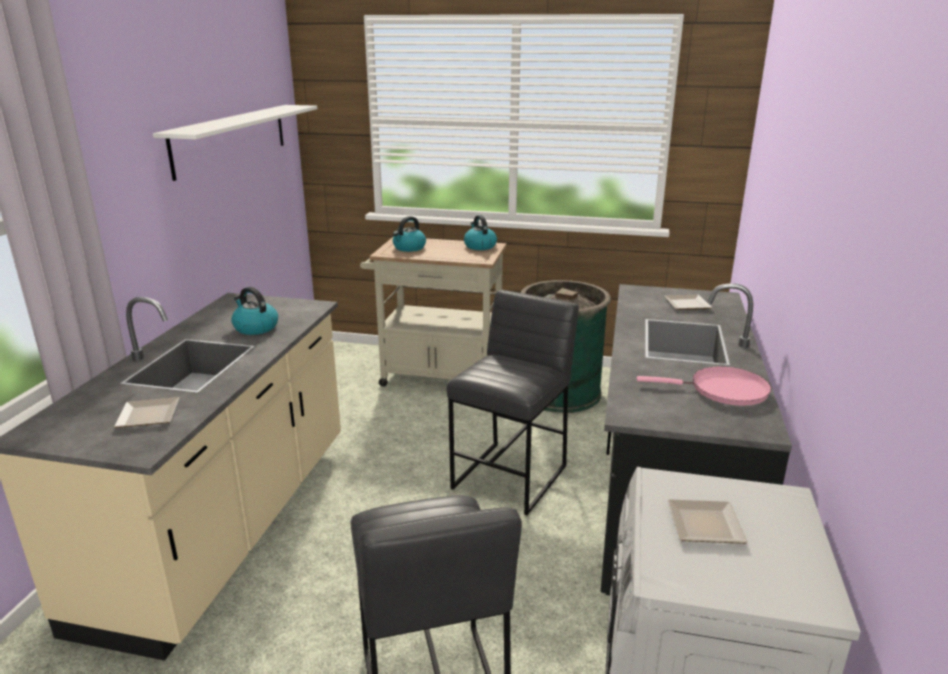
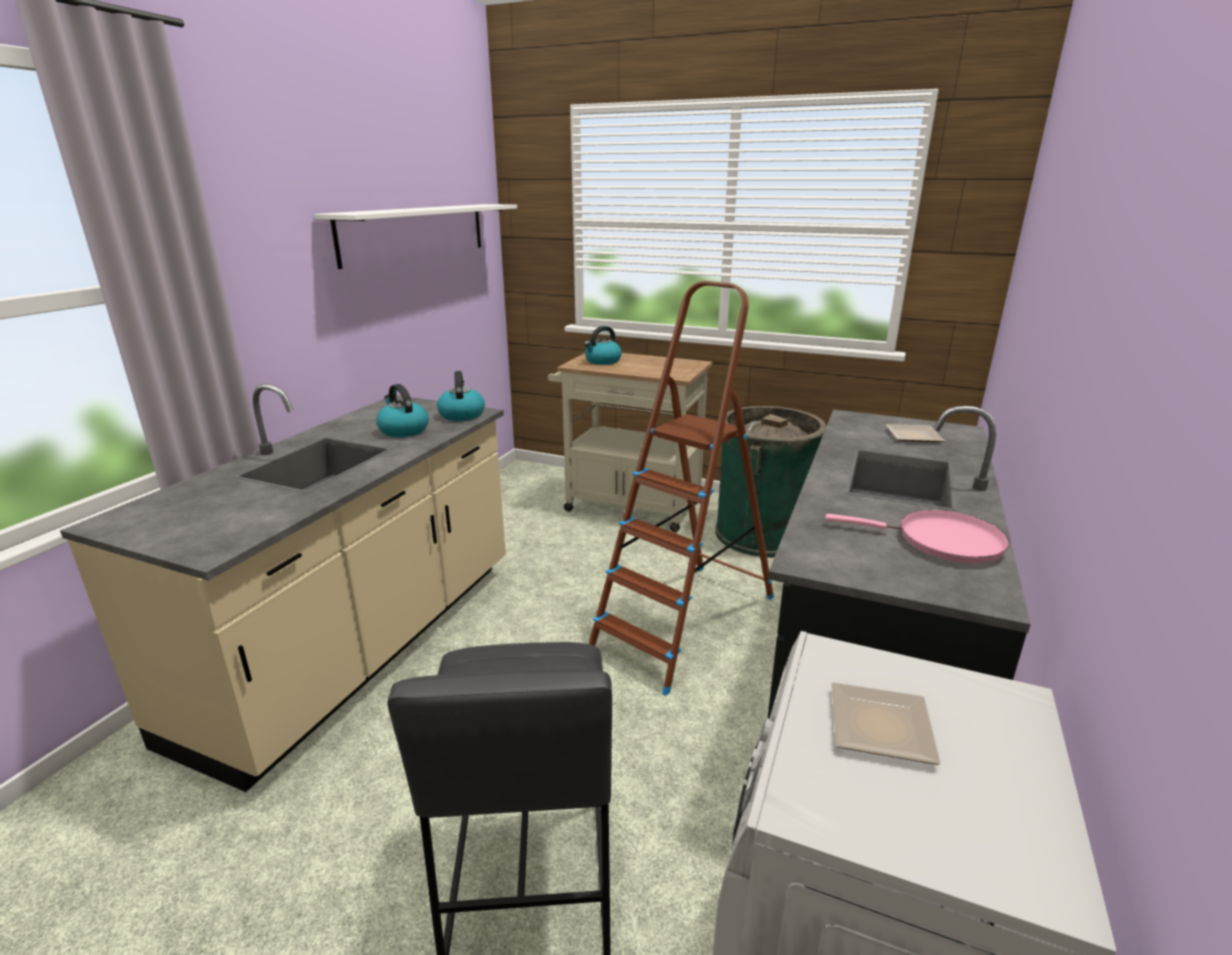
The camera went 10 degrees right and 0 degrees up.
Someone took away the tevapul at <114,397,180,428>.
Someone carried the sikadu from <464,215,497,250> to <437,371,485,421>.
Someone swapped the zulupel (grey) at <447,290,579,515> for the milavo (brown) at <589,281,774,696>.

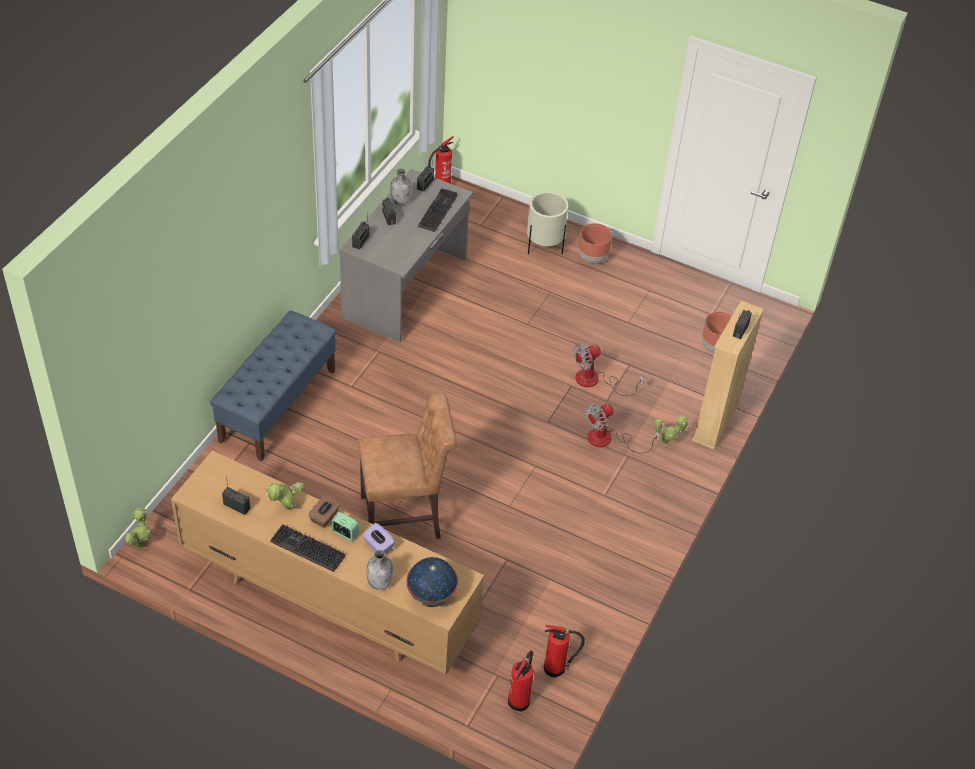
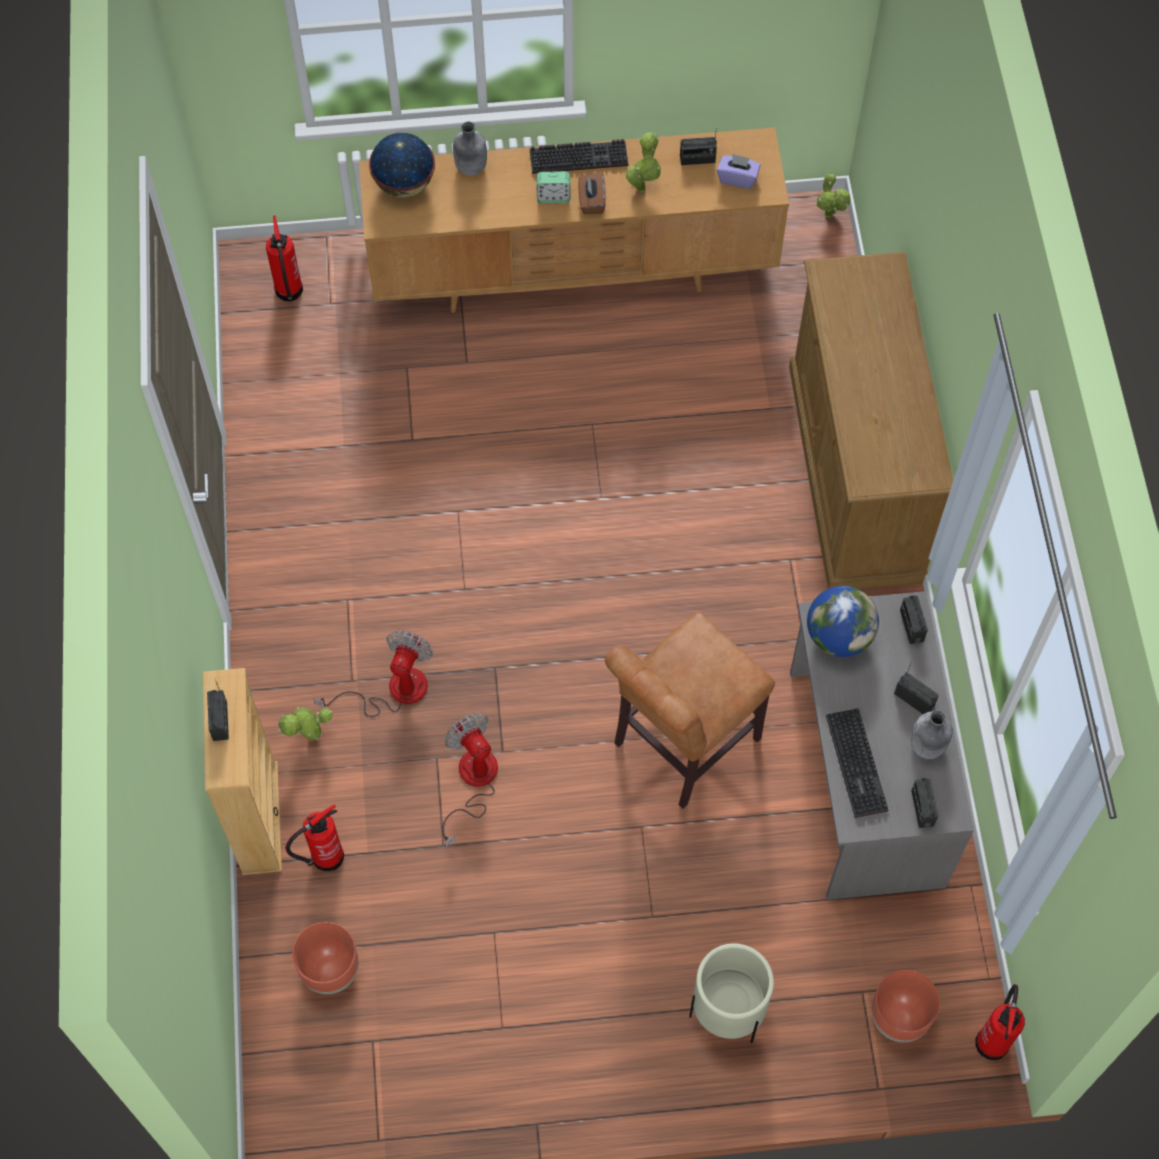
The camera went 150 degrees right and 15 degrees up.
Someone put down the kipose at <807,586,879,657>.
Someone carried the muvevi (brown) from <358,392,457,539> to <605,611,775,809>.
Someone carried the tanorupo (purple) from <362,523,395,554> to <717,154,761,189>.
Someone carried the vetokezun from <544,625,585,677> to <286,804,344,871>.
Someone carried the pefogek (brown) from <578,223,612,264> to <872,970,940,1042>.
Someone swapped the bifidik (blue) at <210,311,336,462> for the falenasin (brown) at <789,252,953,589>.
Someone rotated the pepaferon at <573,343,644,396> by 60 degrees counterclockwise.

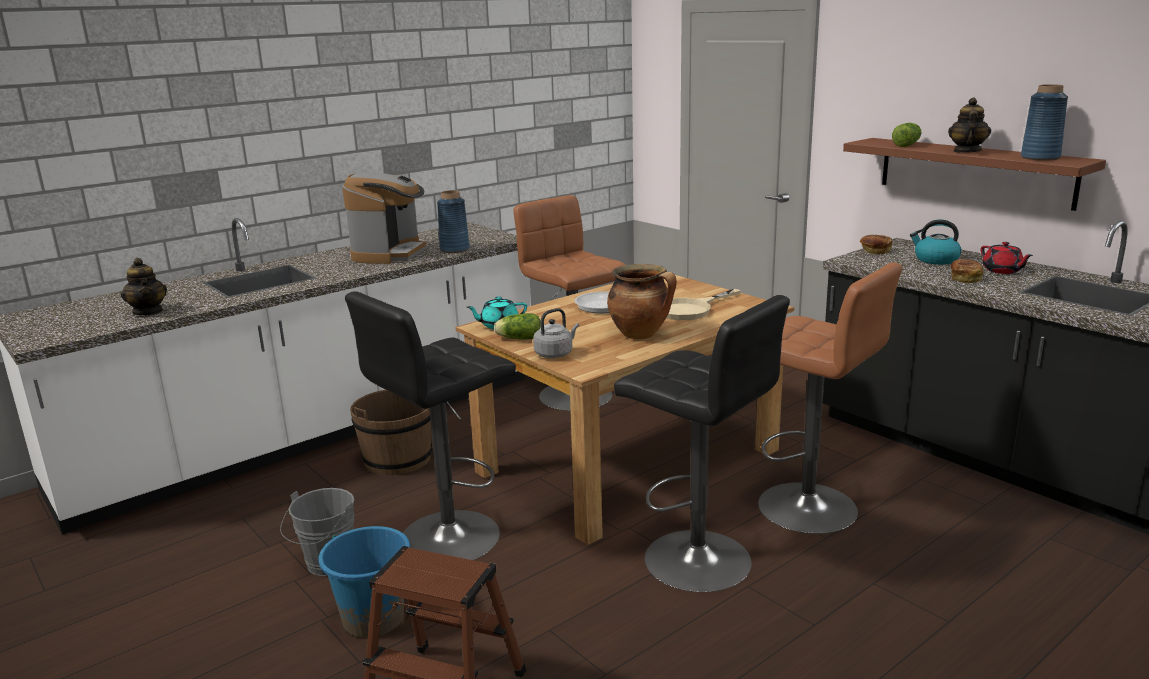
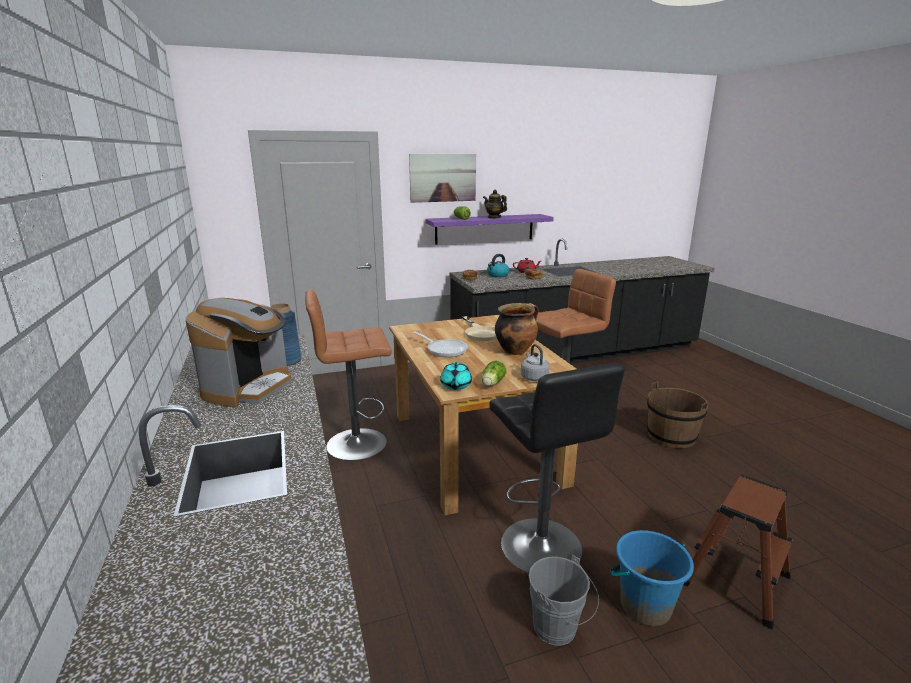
The camera went 70 degrees left and 0 degrees up.
Someone took away the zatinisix at <121,258,167,315>.
Someone took away the zulupel (black) at <614,295,790,592>.
Someone took away the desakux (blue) at <1021,84,1068,161>.
Someone put up the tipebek at <409,154,476,203>.
Someone carried the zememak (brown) from <350,390,432,475> to <647,381,709,448>.
Someone repainted the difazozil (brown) at <843,138,1106,211>, which became the difazozil (purple) at <425,214,554,245>.
Someone rotated the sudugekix at <342,172,426,264> by 75 degrees clockwise.

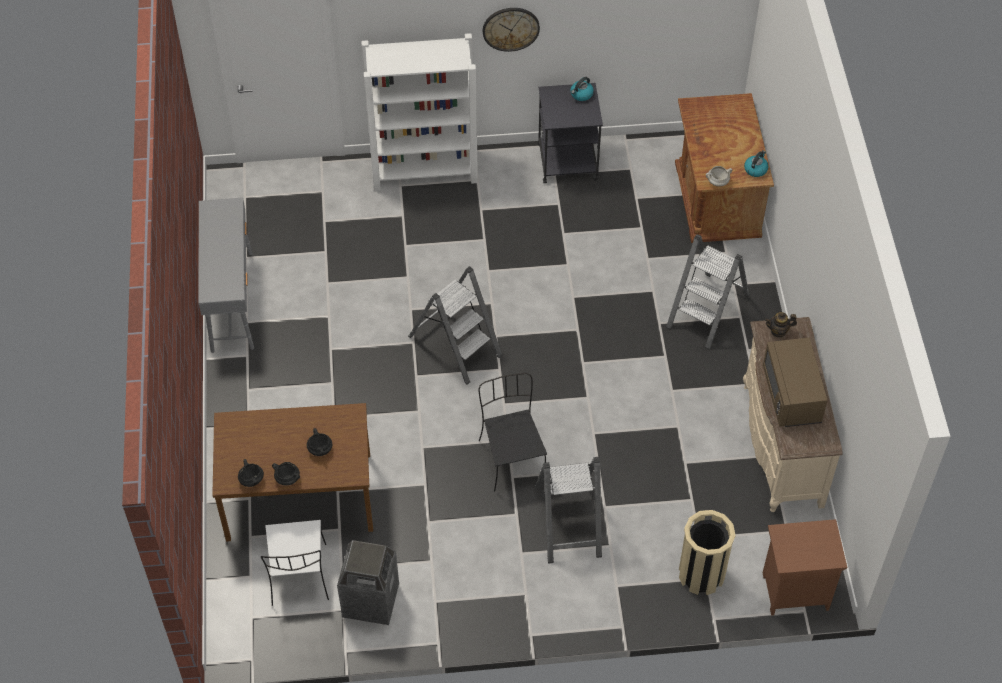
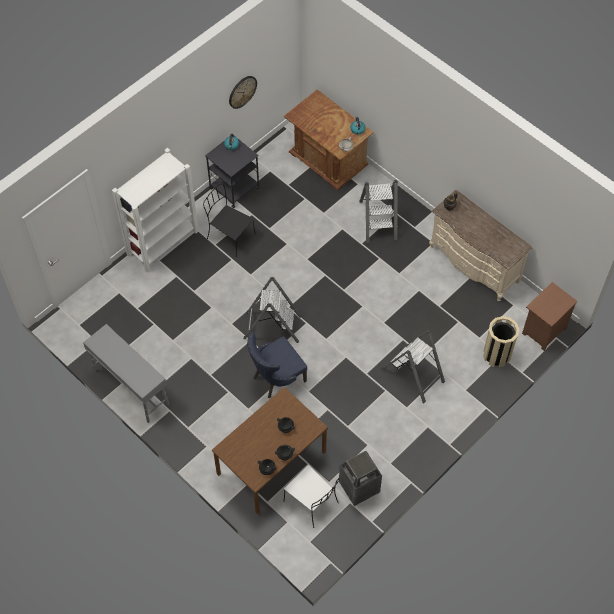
The camera went 40 degrees left and 5 degrees up.
Someone took away the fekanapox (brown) at <763,338,828,427>.
Someone put down the muvevi (blue) at <247,332,307,399>.
Someone carried the muvevi (black) from <478,373,547,492> to <203,184,256,257>.
Someone carried the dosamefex from <483,8,540,52> to <229,76,257,109>.

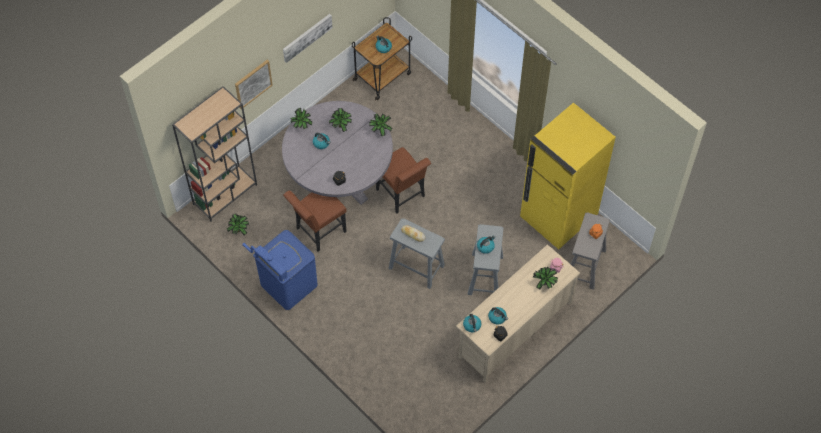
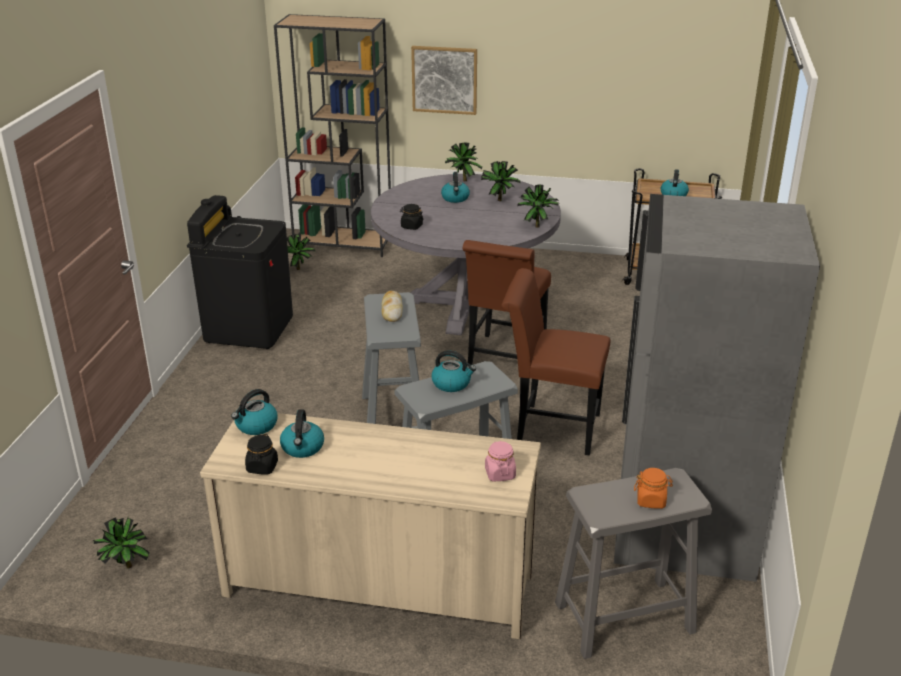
The camera went 55 degrees right and 30 degrees down.
Someone took away the tipebek at <283,14,333,63>.
Someone carried the muvevi (brown) from <283,190,347,252> to <501,268,610,455>.
Someone carried the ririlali from <533,266,558,290> to <93,517,150,568>.
Someone repainted the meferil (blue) at <242,230,318,310>, which became the meferil (black) at <187,195,293,349>.
Someone repainted the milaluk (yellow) at <520,103,616,249>, which became the milaluk (grey) at <614,194,820,582>.

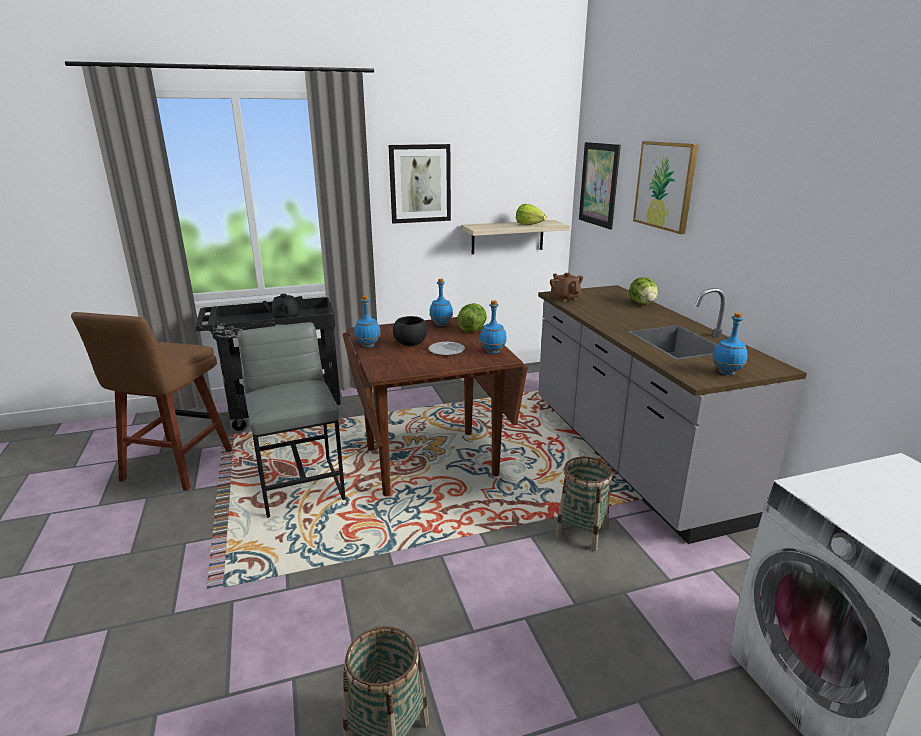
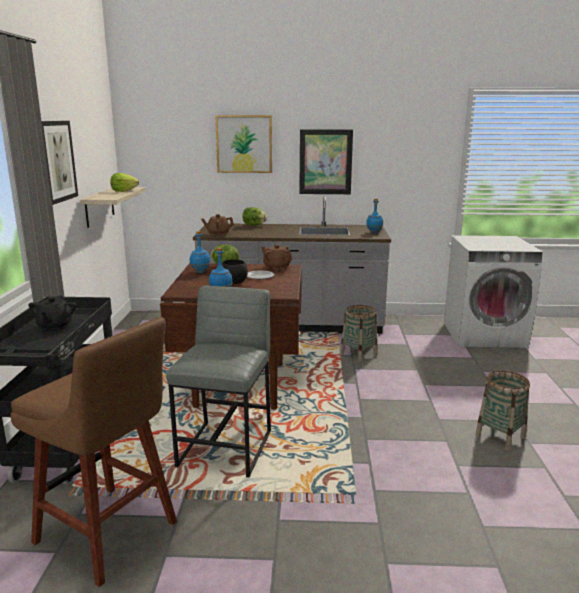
The camera went 70 degrees left and 5 degrees down.
Someone carried the tipebek from <579,142,621,230> to <299,129,353,194>.
Someone swapped the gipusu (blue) at <480,300,507,354> for the zatinisix (brown) at <261,244,292,271>.
Someone rotated the muvevi (grey) at <238,322,346,518> by 105 degrees clockwise.

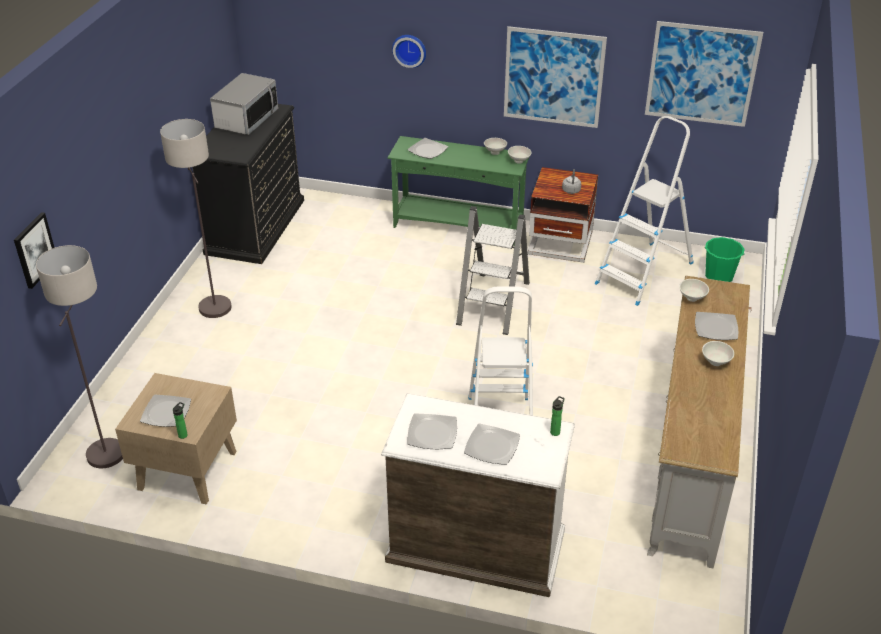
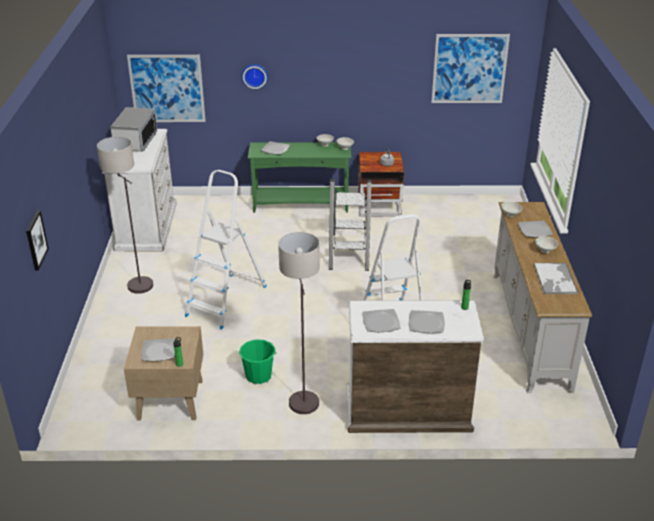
The camera went 15 degrees left and 5 degrees down.
Someone put down the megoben at <534,263,578,294>.
Someone carried the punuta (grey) from <36,245,123,468> to <278,232,320,414>.
Someone carried the tipebek from <504,26,607,128> to <127,55,206,122>.
Someone carried the milavo (white) from <595,116,694,306> to <185,170,267,330>.
Someone carried the zememak (green) from <704,237,745,282> to <239,339,276,384>.
Someone repainted the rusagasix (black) at <192,104,304,264>, which became the rusagasix (white) at <102,129,177,251>.

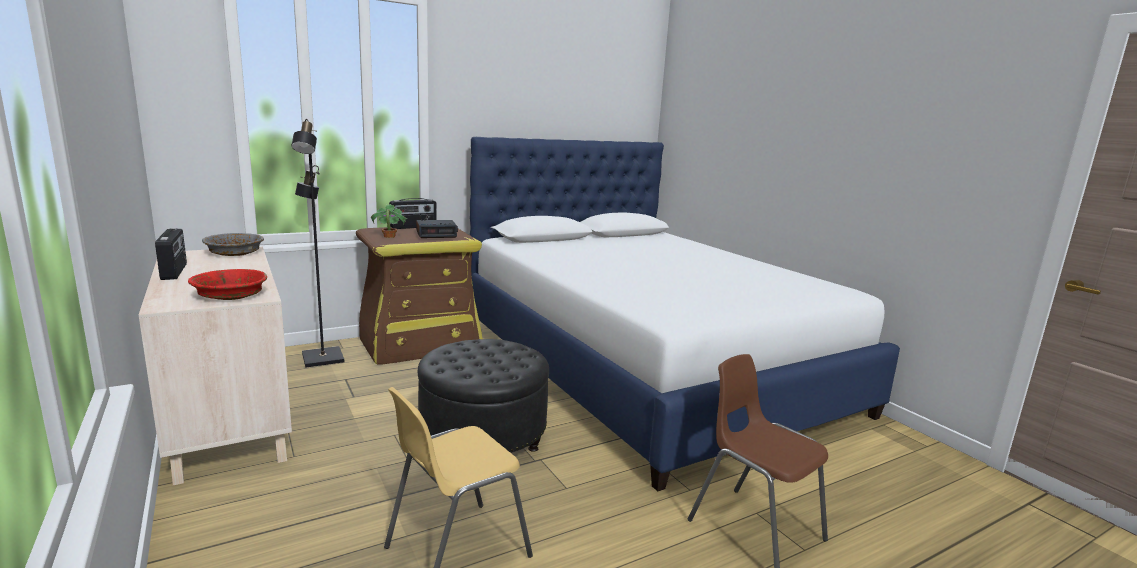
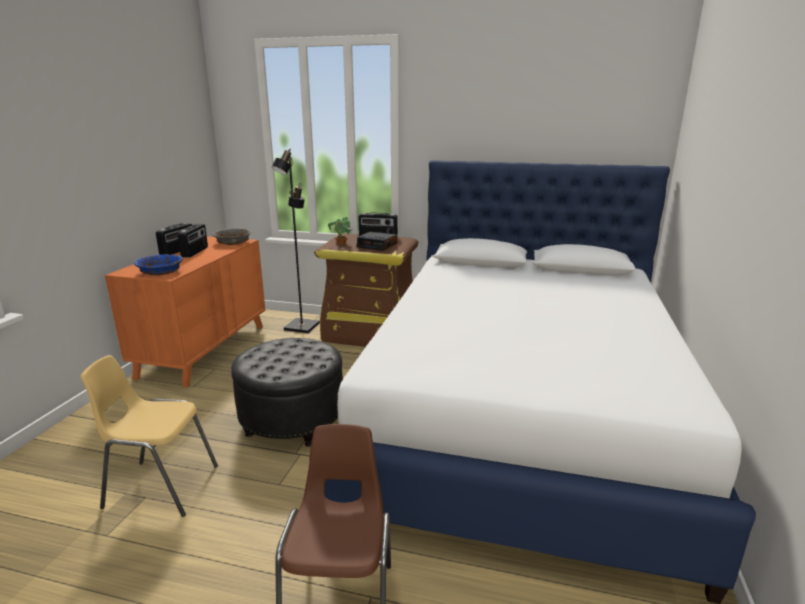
The camera went 45 degrees right and 5 degrees up.
Someone put down the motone at <178,224,208,258>.
Someone repainted the rusagasix (beige) at <139,247,292,485>, which became the rusagasix (orange) at <105,236,265,387>.
Someone repainted the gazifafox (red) at <188,269,267,300>, which became the gazifafox (blue) at <134,254,183,275>.

